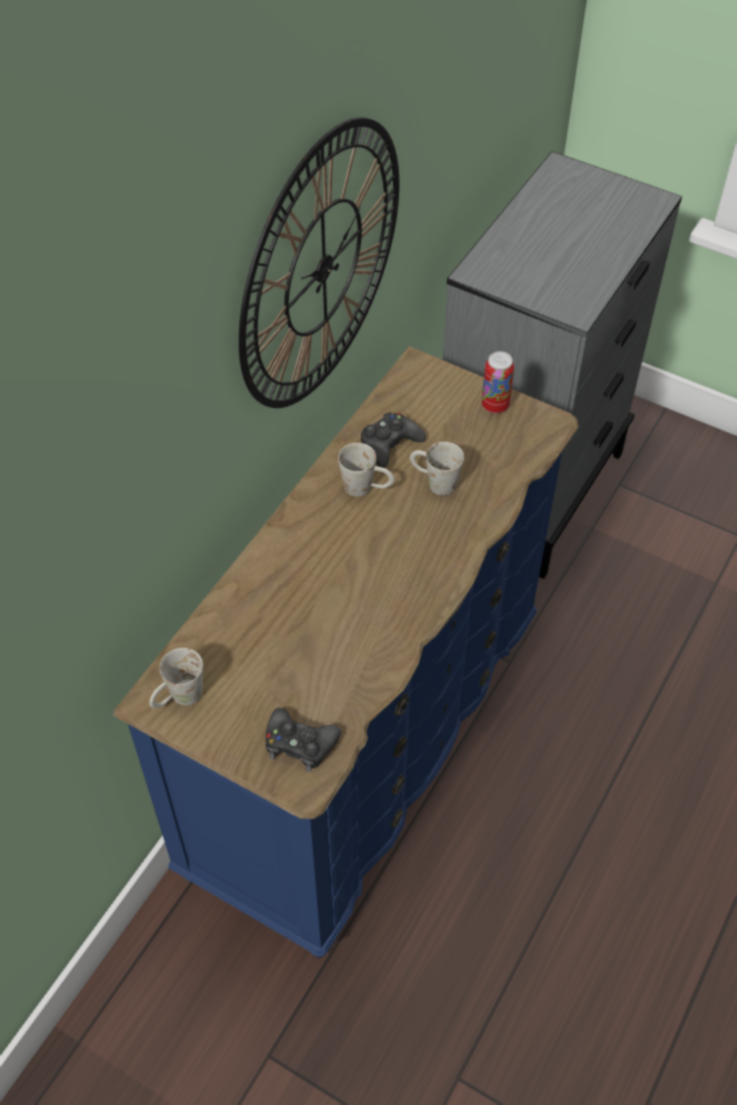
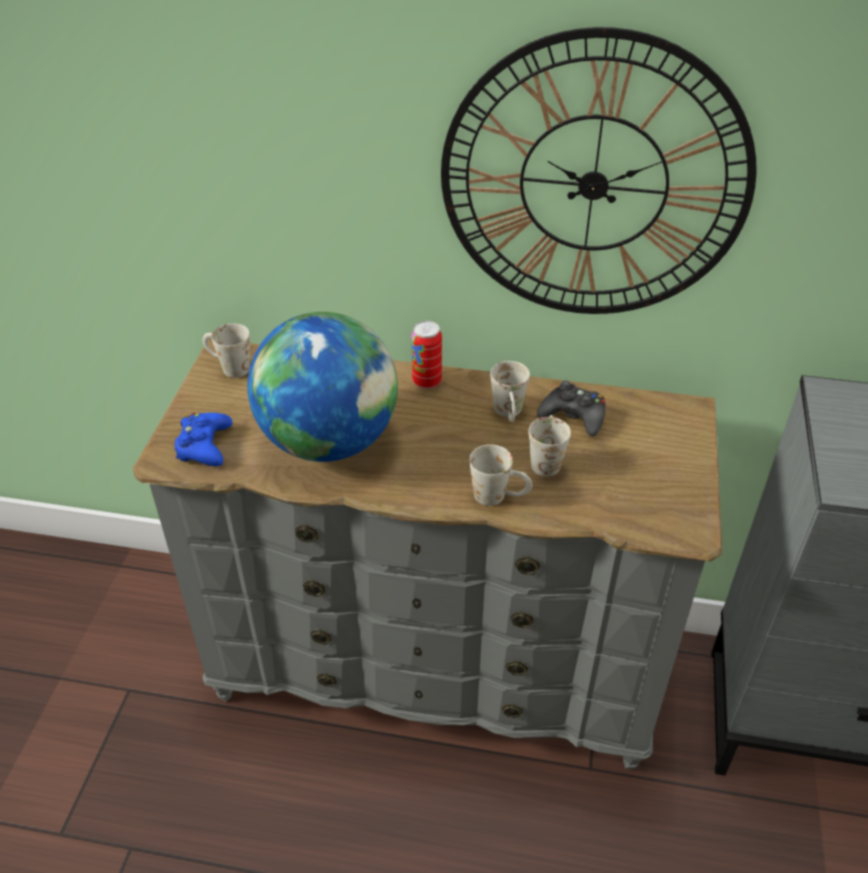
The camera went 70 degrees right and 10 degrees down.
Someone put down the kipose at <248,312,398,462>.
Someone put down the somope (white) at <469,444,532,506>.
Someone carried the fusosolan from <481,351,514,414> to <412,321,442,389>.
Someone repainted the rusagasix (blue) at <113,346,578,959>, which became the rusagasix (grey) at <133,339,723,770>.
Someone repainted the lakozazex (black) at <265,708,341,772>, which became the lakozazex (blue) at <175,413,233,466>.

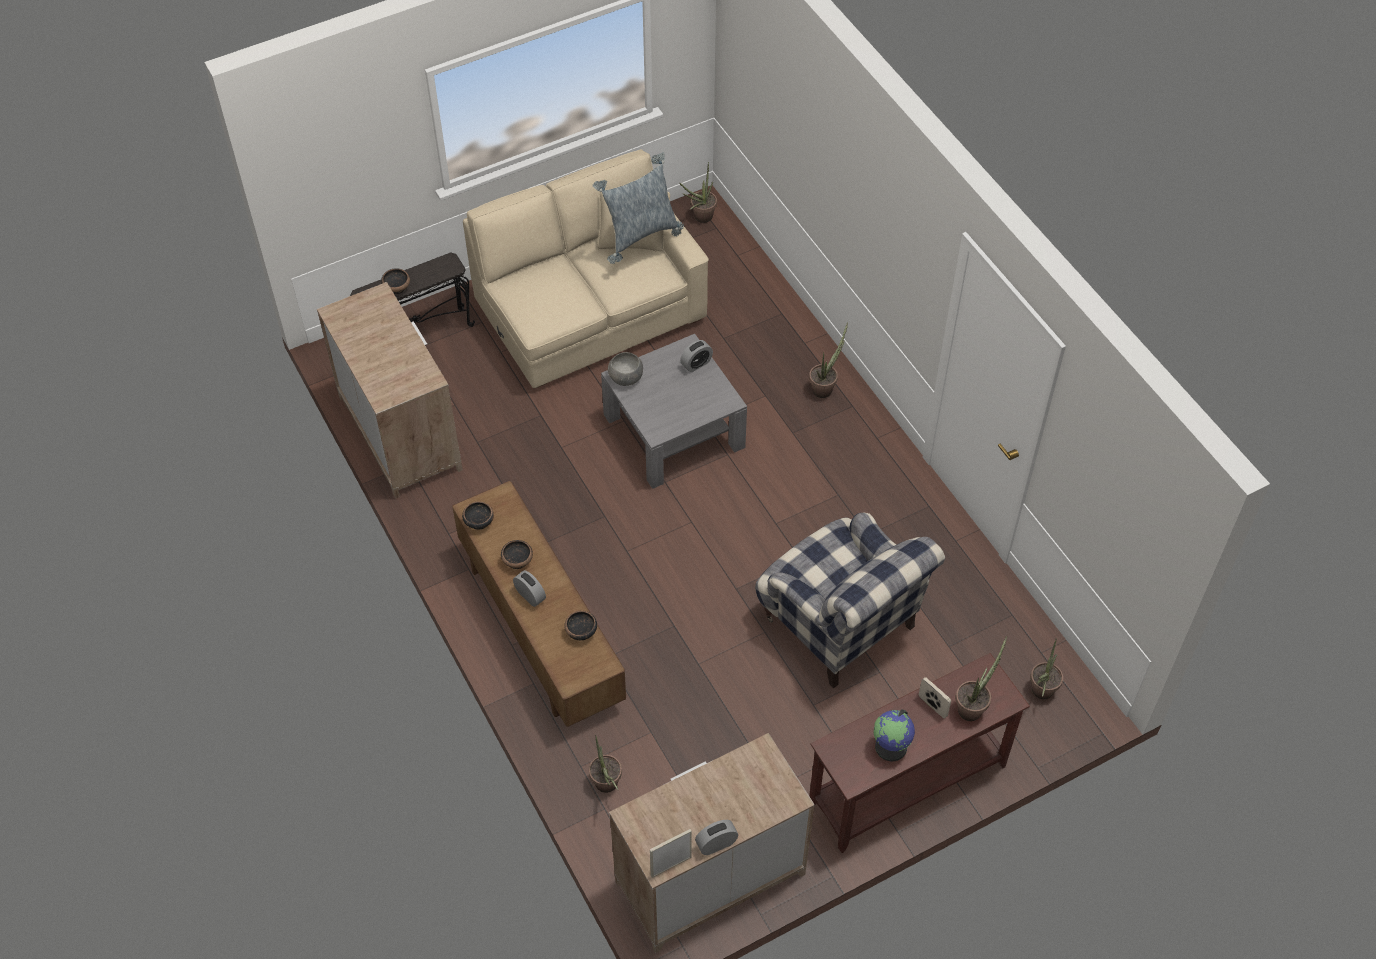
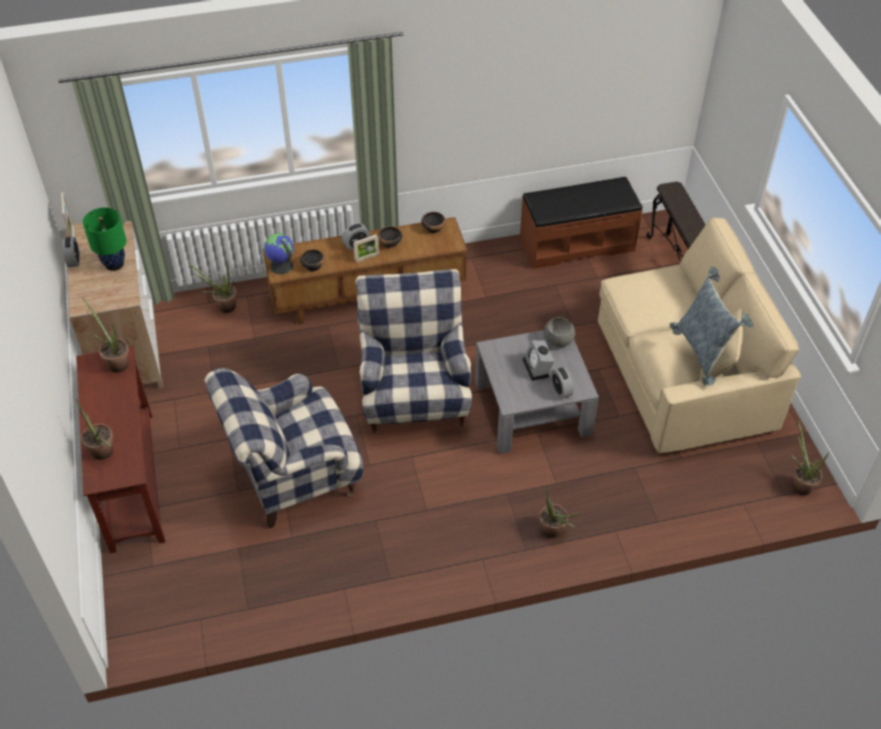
The camera went 105 degrees right and 5 degrees down.
Someone took away the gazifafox at <381,268,410,295>.
Someone put down the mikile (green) at <83,208,127,271>.
Someone put down the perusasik at <355,269,472,433>.
Someone put down the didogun at <523,340,554,381>.
Someone carried the kipose from <874,709,915,761> to <264,233,294,274>.
Someone carried the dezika from <919,677,951,718> to <353,234,379,262>.
Someone carried the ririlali from <1030,638,1063,699> to <82,297,129,373>.
Someone swapped the rusagasix at <317,282,463,499> for the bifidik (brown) at <520,177,643,269>.

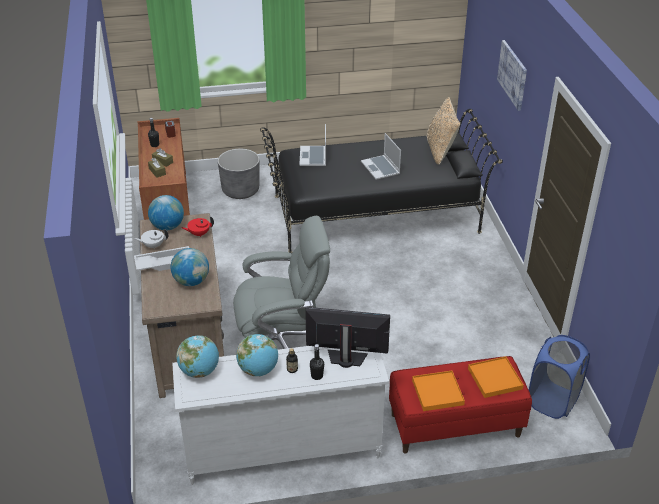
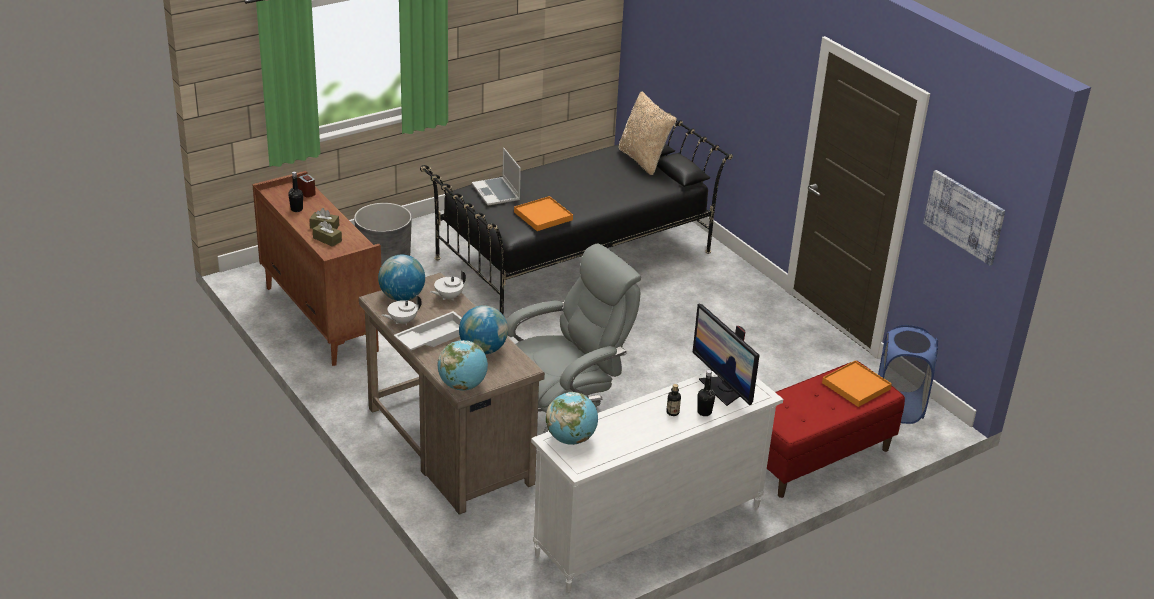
The camera went 25 degrees left and 5 degrees down.
Someone took away the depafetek at <361,133,401,180>.
Someone carried the kipose from <236,334,278,376> to <437,340,488,390>.
Someone carried the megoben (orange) from <412,370,465,411> to <514,196,573,231>.
Someone carried the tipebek from <497,40,527,111> to <923,170,1005,265>.
Someone repainted the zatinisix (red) at <182,216,214,237>, which became the zatinisix (white) at <430,271,466,300>.
Someone rotated the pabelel at <305,307,390,368> by 105 degrees counterclockwise.

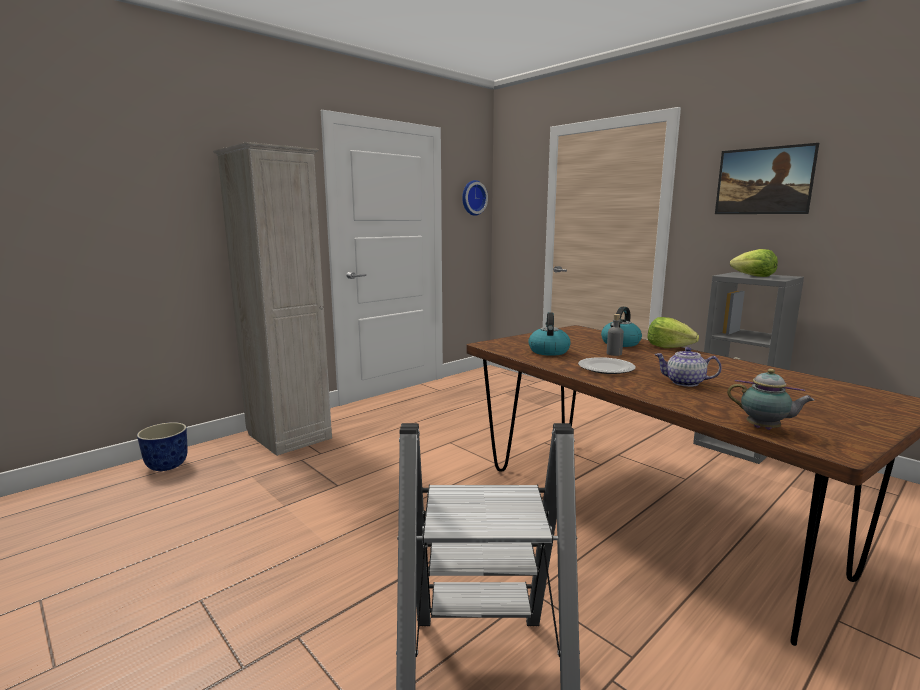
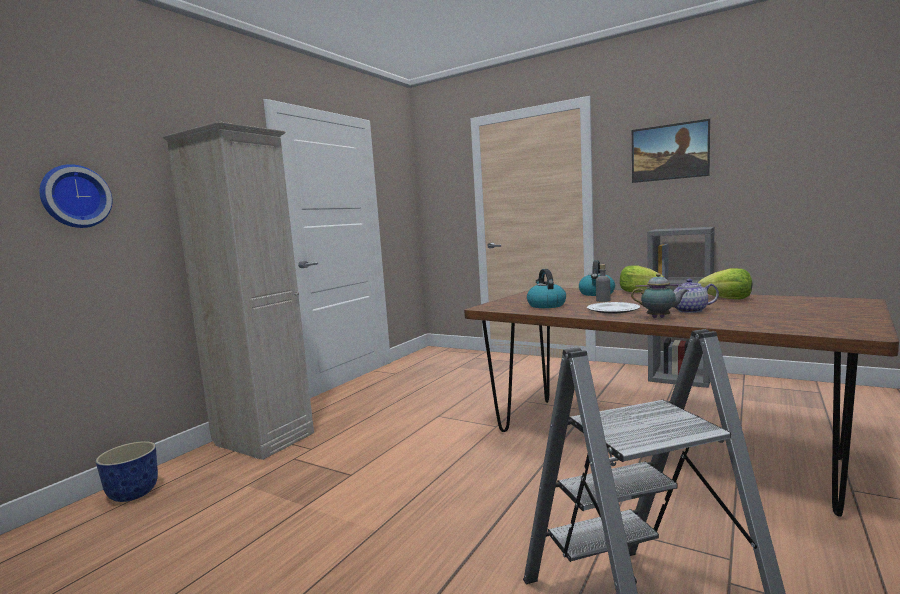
The camera went 15 degrees left and 5 degrees down.
Someone carried the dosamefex from <462,180,488,216> to <39,164,112,228>.
Someone carried the zatinisix from <727,369,814,430> to <631,273,688,318>.
Someone carried the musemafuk from <730,249,778,277> to <698,268,752,299>.

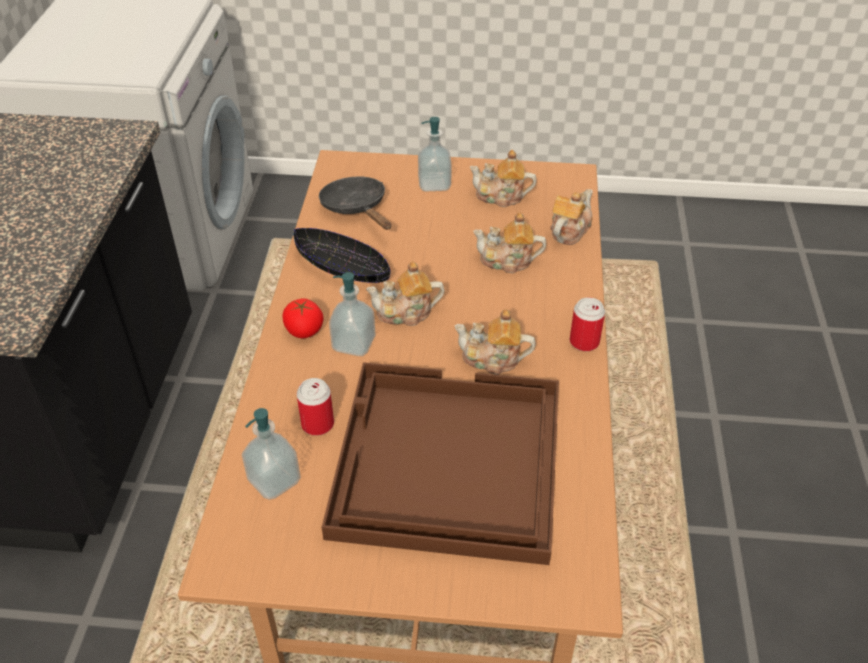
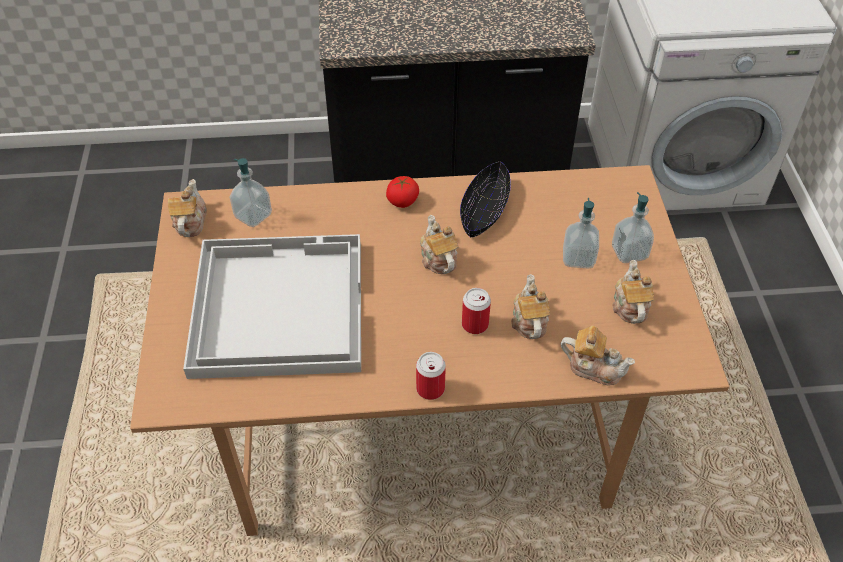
The camera went 80 degrees right and 5 degrees up.
Someone took away the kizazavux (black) at <319,177,391,230>.
Someone carried the fusosolan from <297,378,334,436> to <462,288,491,334>.
Someone carried the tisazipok from <329,272,376,356> to <563,198,599,269>.
Someone carried the zatinisix from <454,309,536,375> to <168,179,207,237>.
Someone repainted the megoben (brown) at <322,362,559,565>, which became the megoben (white) at <183,234,361,379>.

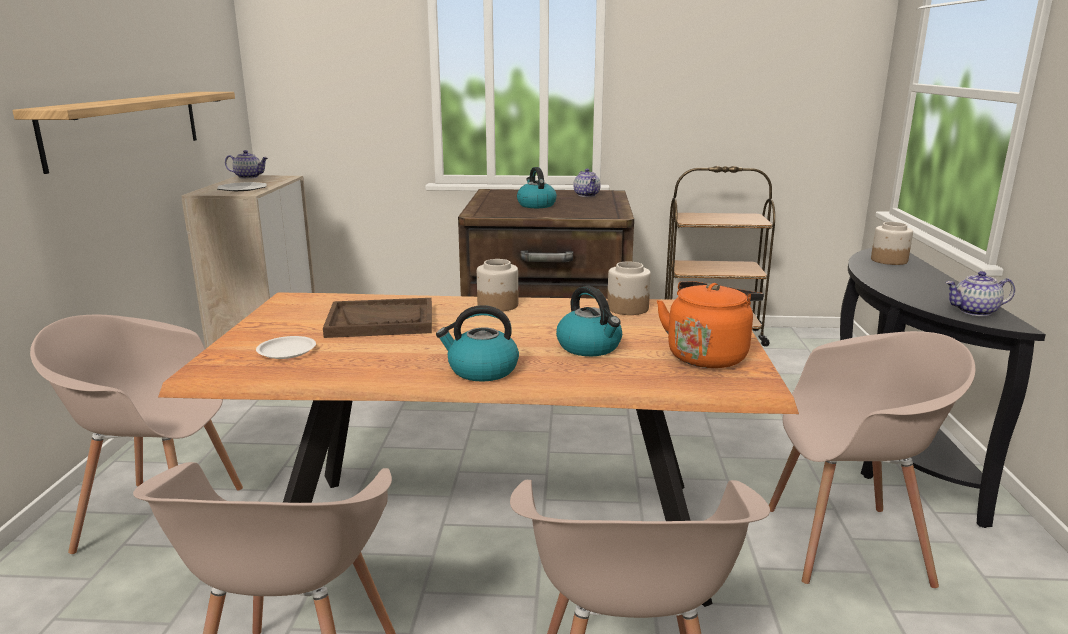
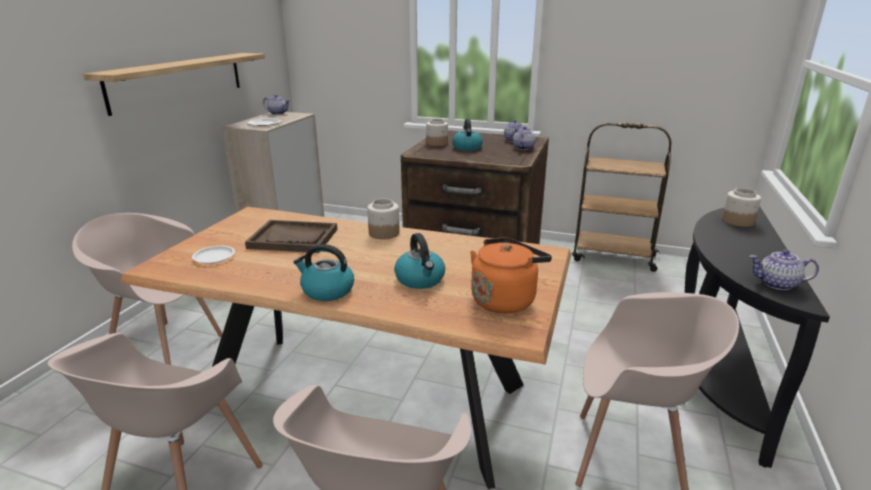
The camera went 15 degrees right and 5 degrees up.
Someone put down the zatinisix at <513,127,535,150>.
Someone carried the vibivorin from <607,261,651,315> to <426,119,448,146>.

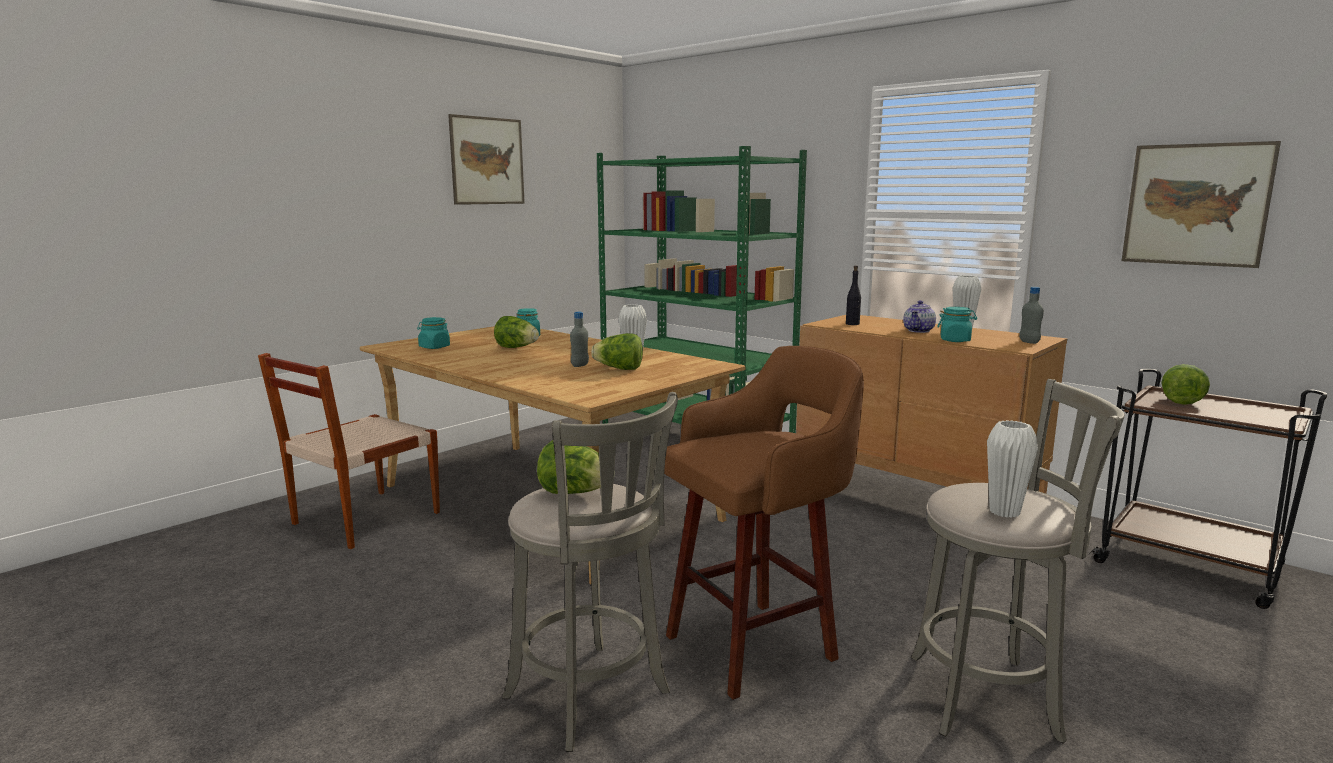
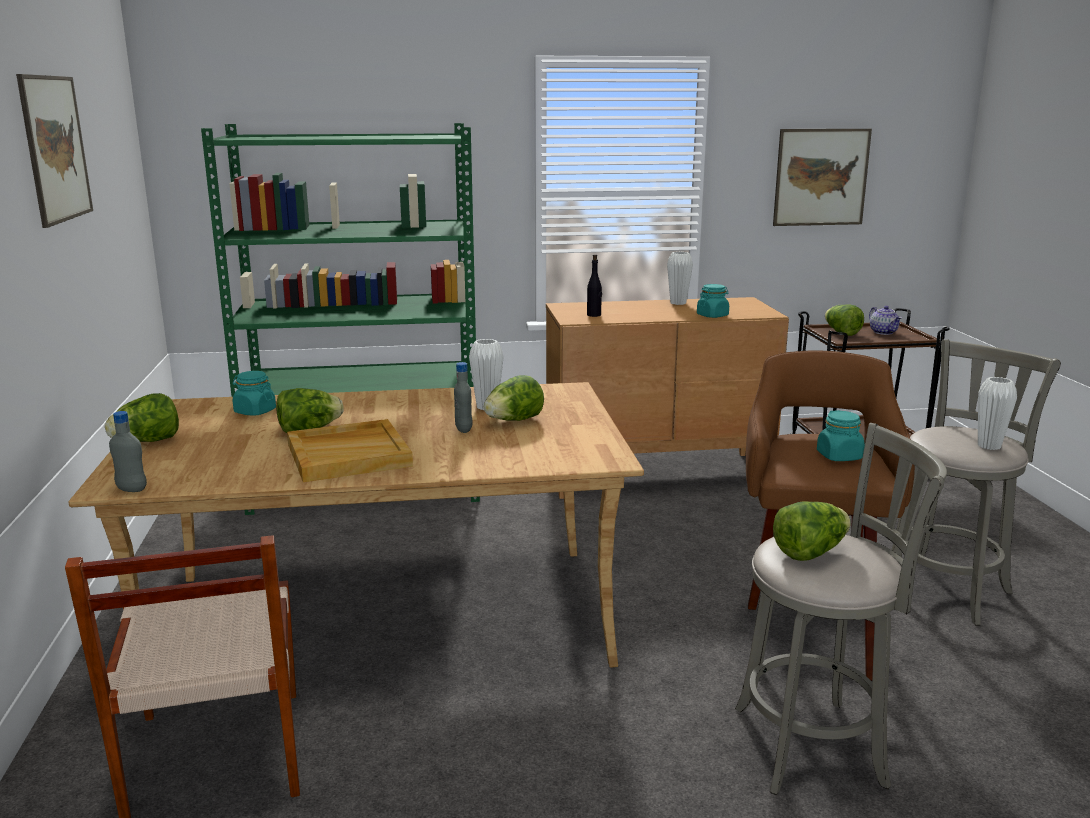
The camera went 50 degrees left and 5 degrees up.
Someone put down the musemafuk at <105,393,179,442>.
Someone put down the megoben (beige) at <287,419,413,482>.
Someone carried the vibivorin (turquoise) from <417,317,450,349> to <817,410,865,461>.
Someone carried the zatinisix from <903,300,936,333> to <869,306,902,335>.
Someone carried the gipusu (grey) from <1019,287,1044,344> to <109,411,147,492>.

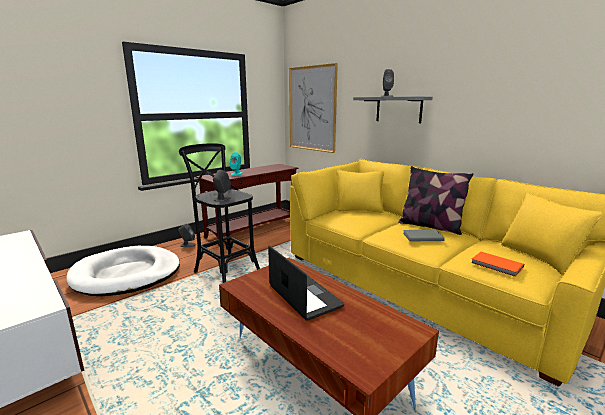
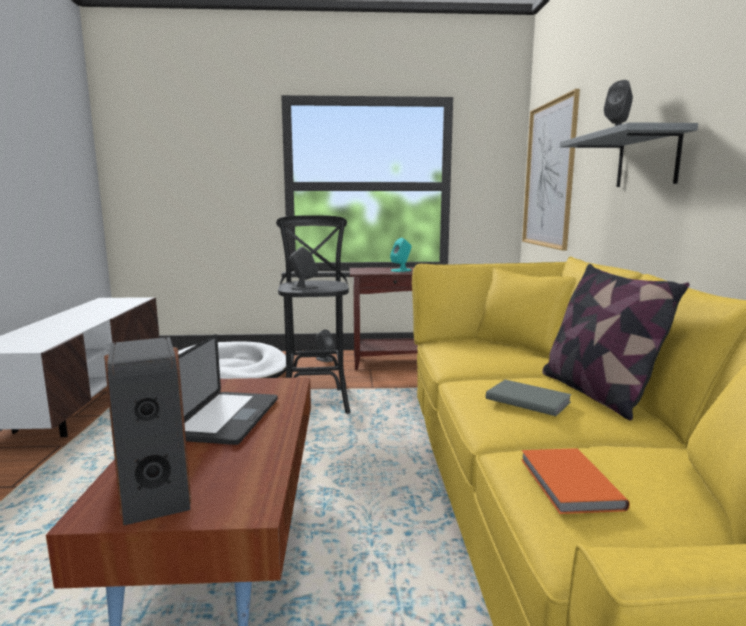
The camera went 40 degrees right and 5 degrees down.
Someone put down the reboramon at <104,337,191,526>.

